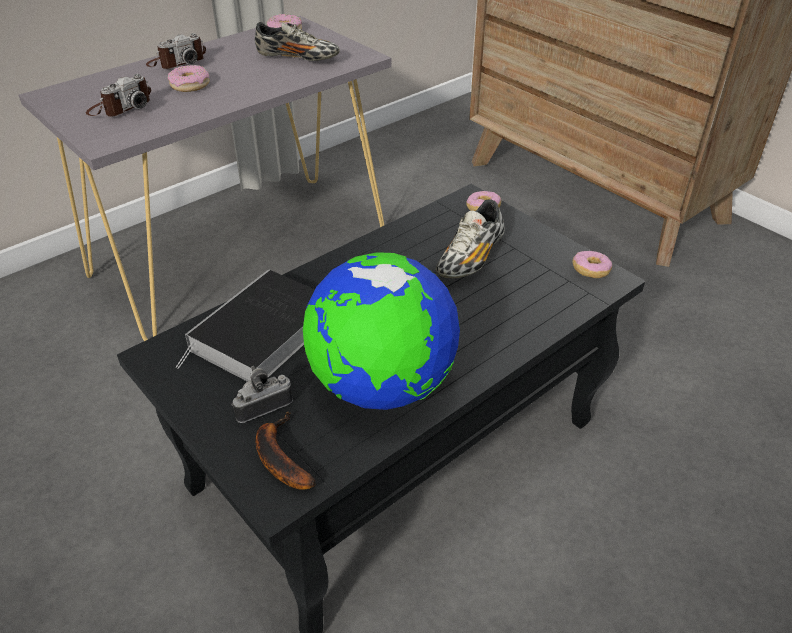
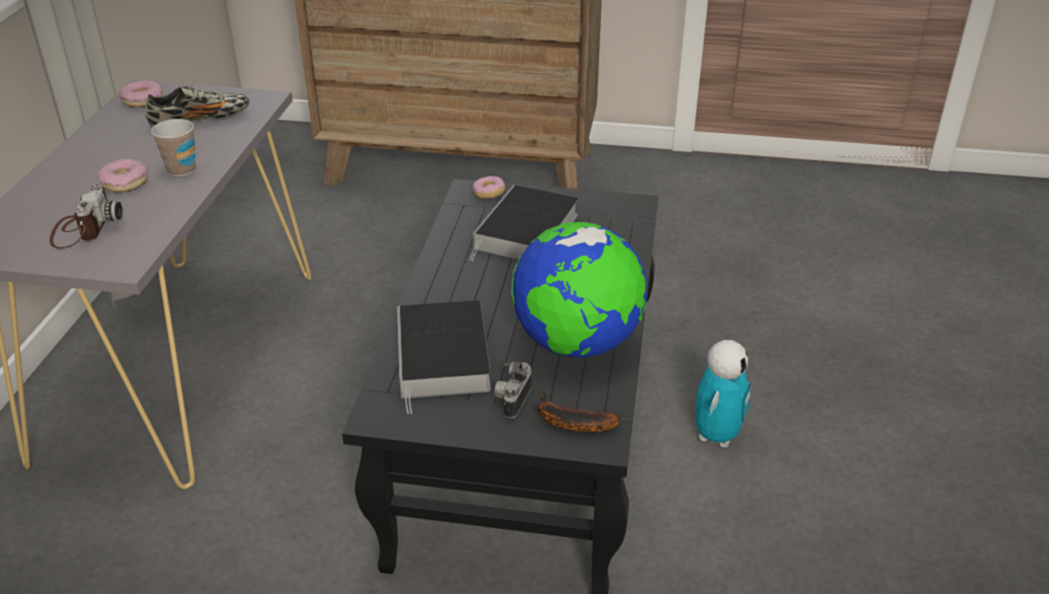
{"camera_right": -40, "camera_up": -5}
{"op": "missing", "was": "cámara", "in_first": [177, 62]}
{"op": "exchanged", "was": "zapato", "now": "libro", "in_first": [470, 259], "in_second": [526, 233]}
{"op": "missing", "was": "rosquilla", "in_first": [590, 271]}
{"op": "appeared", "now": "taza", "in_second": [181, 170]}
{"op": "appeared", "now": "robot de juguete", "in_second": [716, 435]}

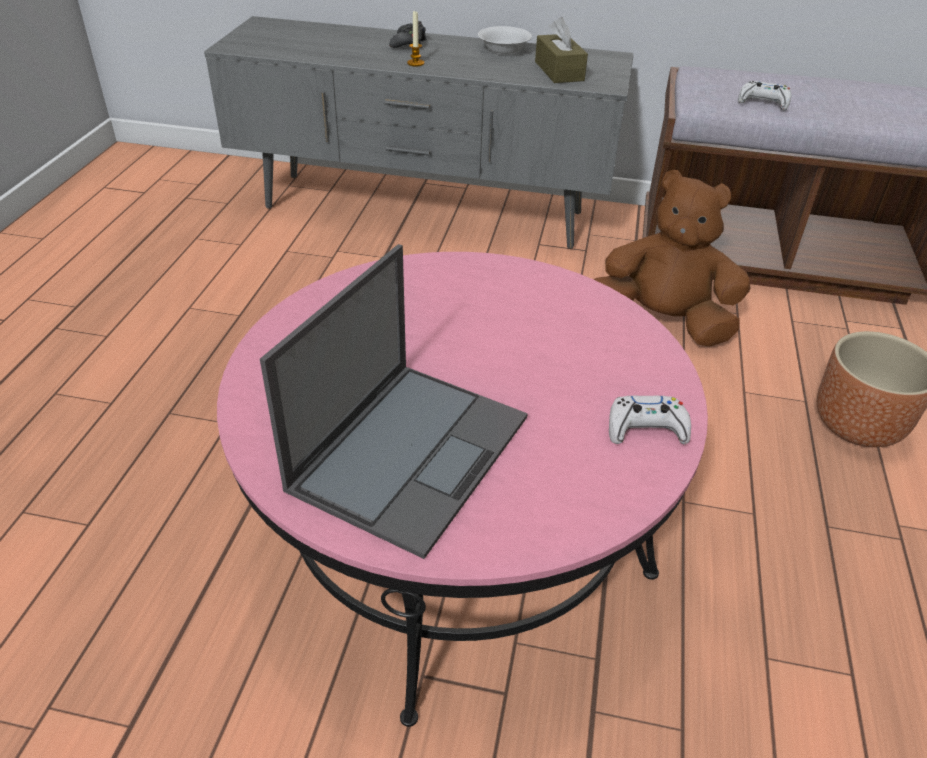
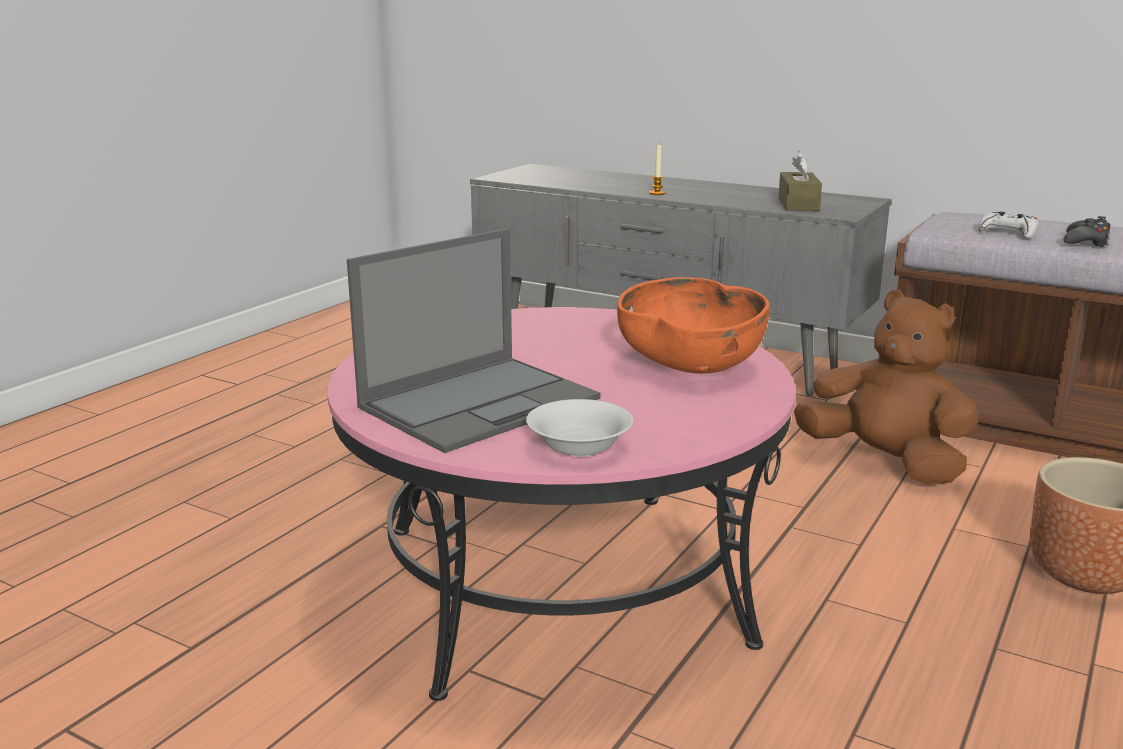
{"camera_right": 20, "camera_up": -20}
{"op": "relocated", "was": "mando de consola/negro", "in_first": [408, 44], "in_second": [1086, 242]}
{"op": "relocated", "was": "cuenco/blanco", "in_first": [503, 50], "in_second": [578, 447]}
{"op": "missing", "was": "mando de consola/blanco", "in_first": [646, 428]}
{"op": "appeared", "now": "cuenco/naranja", "in_second": [691, 364]}

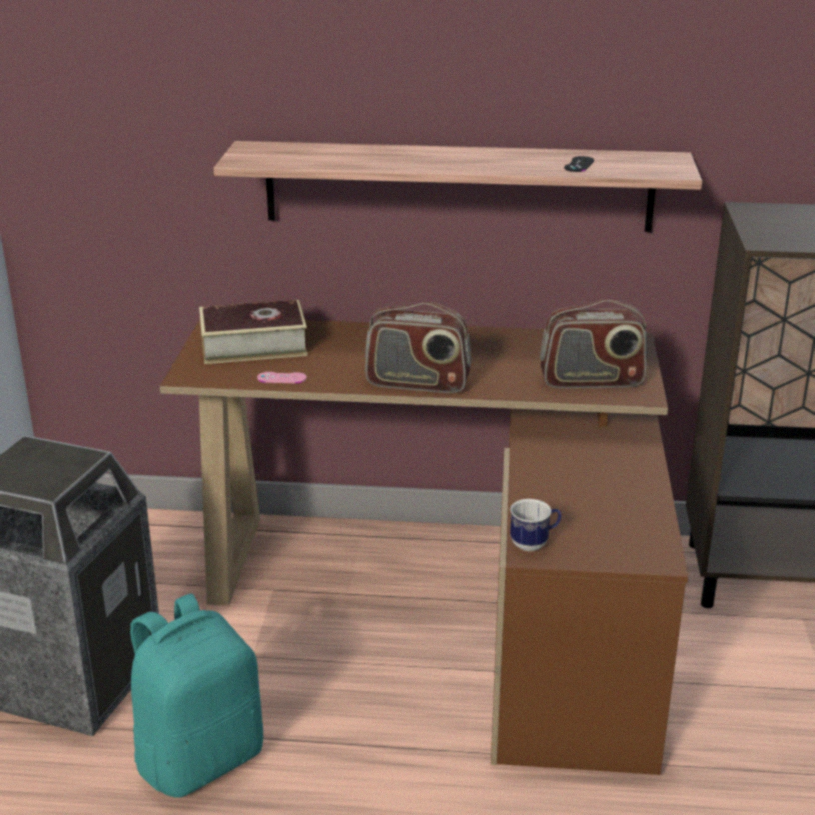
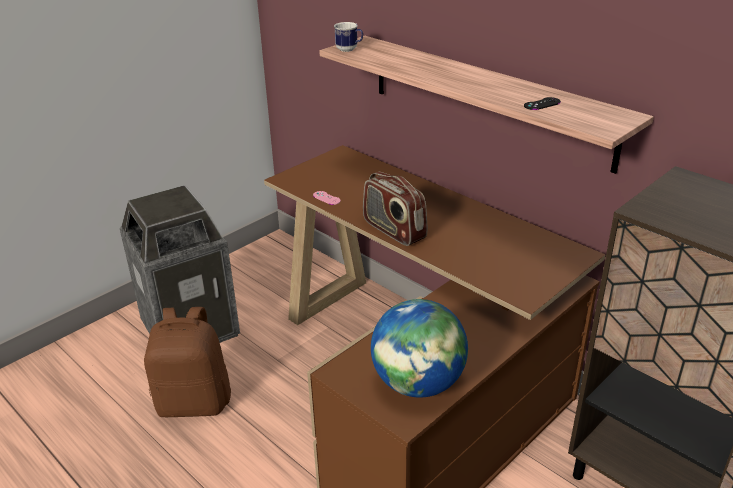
{"camera_right": 40, "camera_up": 5}
{"op": "missing", "was": "radio", "in_first": [591, 381]}
{"op": "missing", "was": "libro", "in_first": [253, 345]}
{"op": "relocated", "was": "taza grande", "in_first": [534, 544], "in_second": [349, 50]}
{"op": "colour", "was": "mochila/turquesa", "now": "mochila/marrón", "in_first": [200, 758], "in_second": [195, 401]}
{"op": "appeared", "now": "globo terráqueo", "in_second": [418, 383]}

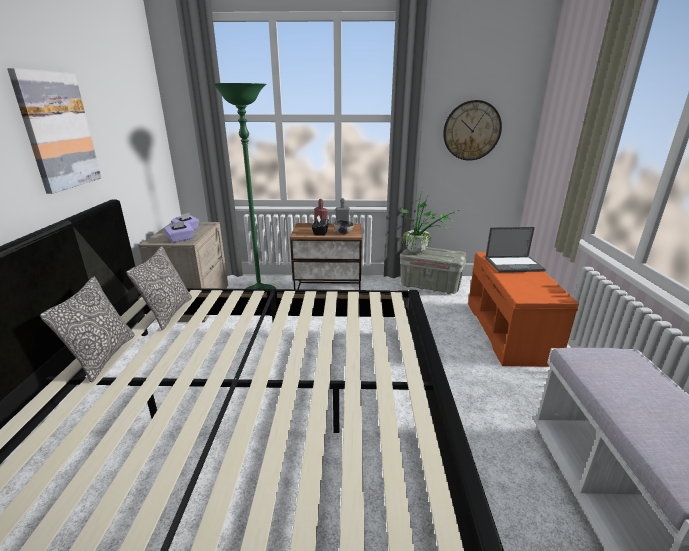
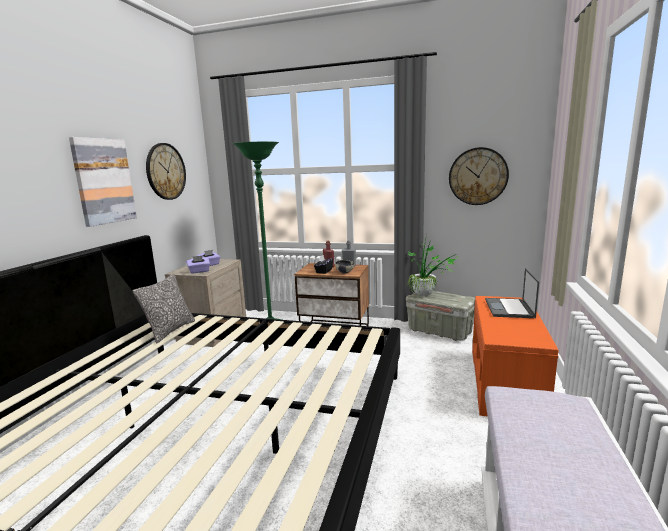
{"camera_right": 15, "camera_up": -10}
{"op": "spun", "was": "portátil", "in_first": [514, 264], "in_second": [509, 308], "clockwise": 90}
{"op": "missing", "was": "cojín", "in_first": [103, 357]}
{"op": "appeared", "now": "reloj de pared", "in_second": [165, 171]}

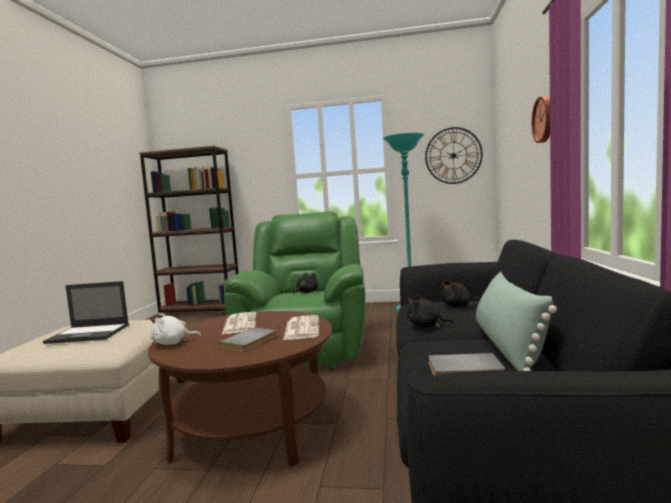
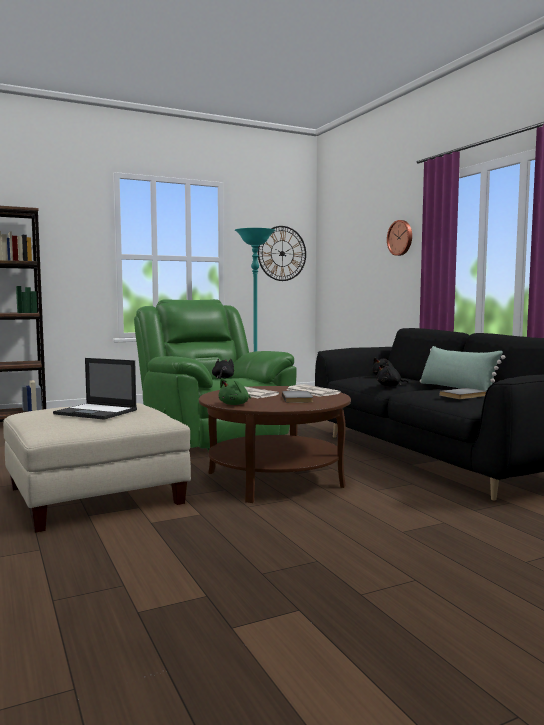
{"camera_right": -35, "camera_up": 0}
{"op": "spun", "was": "portátil", "in_first": [89, 334], "in_second": [97, 412], "clockwise": 60}
{"op": "colour", "was": "peluche/blanco", "now": "peluche/verde", "in_first": [172, 343], "in_second": [235, 404]}

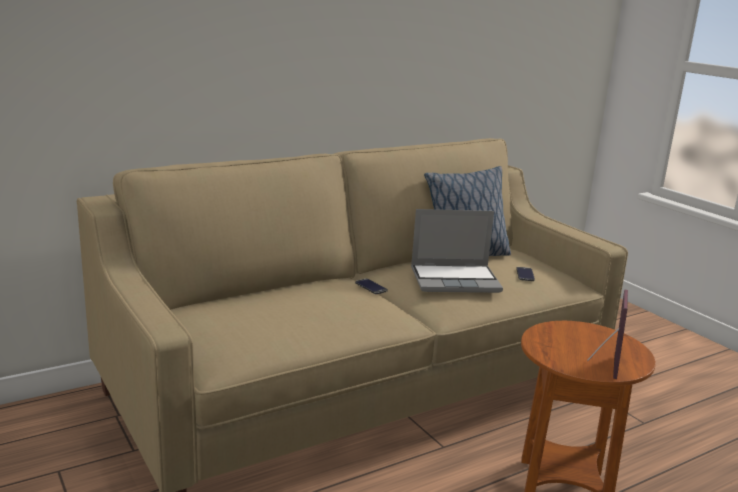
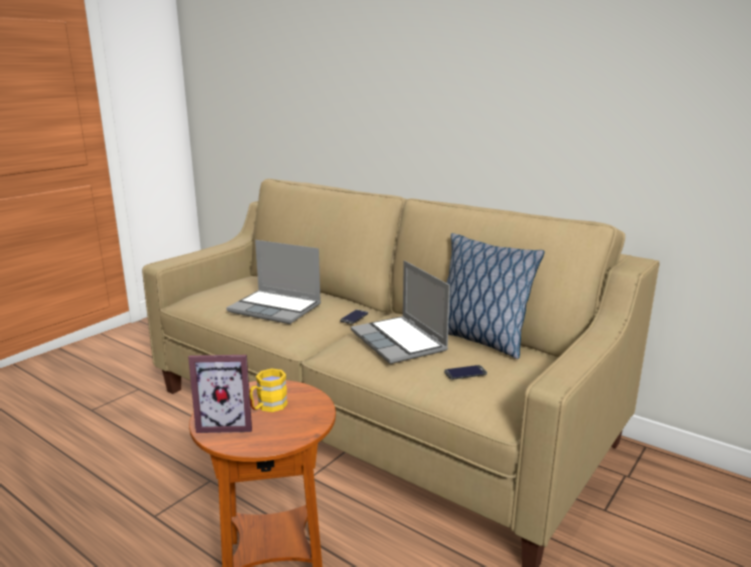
{"camera_right": 70, "camera_up": 0}
{"op": "appeared", "now": "portátil", "in_second": [276, 308]}
{"op": "appeared", "now": "taza grande/amarillo", "in_second": [267, 407]}

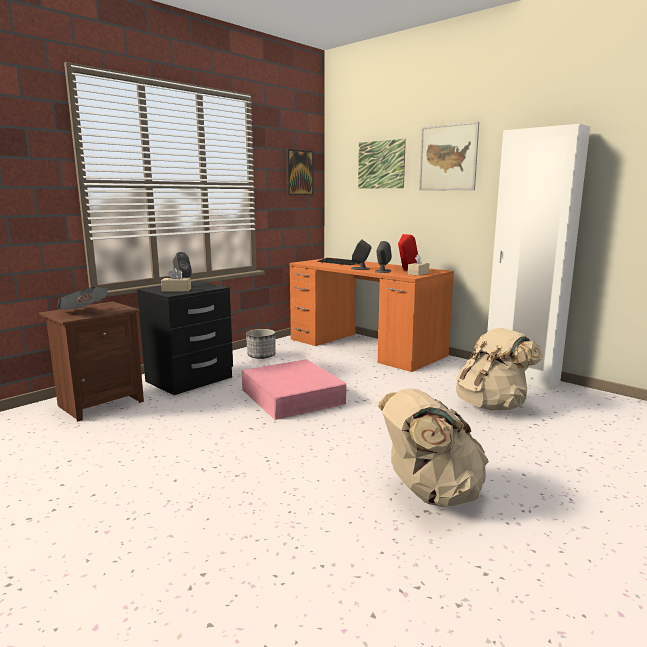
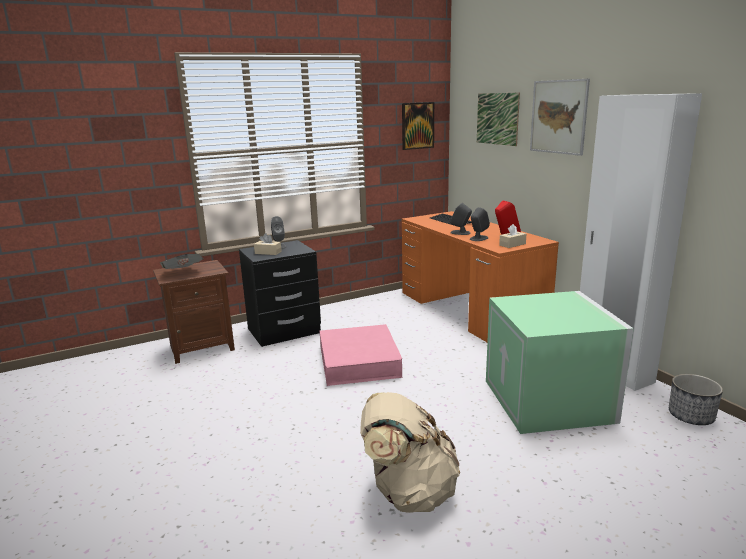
{"camera_right": 20, "camera_up": 5}
{"op": "exchanged", "was": "mochila/beis", "now": "caja de almacenaje/verde", "in_first": [492, 405], "in_second": [550, 401]}
{"op": "relocated", "was": "maceta", "in_first": [261, 356], "in_second": [691, 416]}

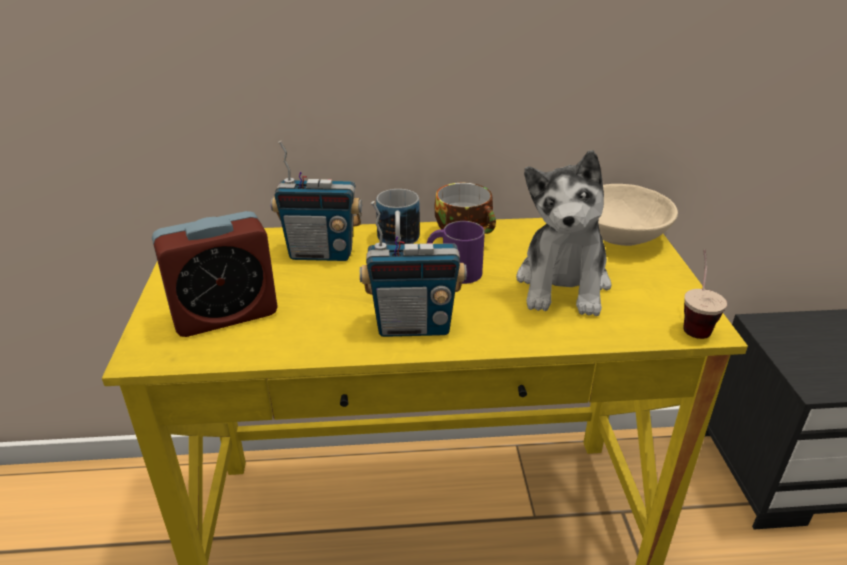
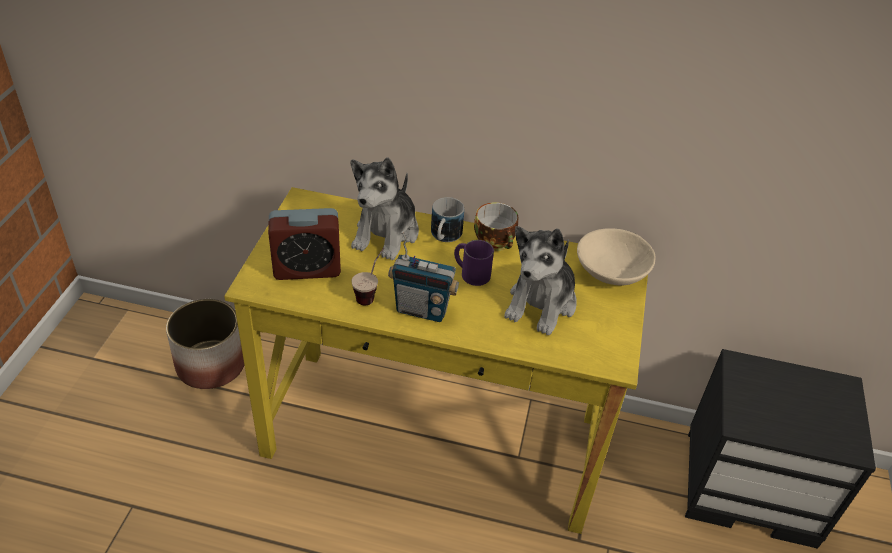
{"camera_right": 15, "camera_up": 10}
{"op": "exchanged", "was": "radio", "now": "peluche", "in_first": [321, 253], "in_second": [386, 233]}
{"op": "relocated", "was": "taza", "in_first": [694, 322], "in_second": [371, 293]}
{"op": "appeared", "now": "maceta", "in_second": [210, 364]}

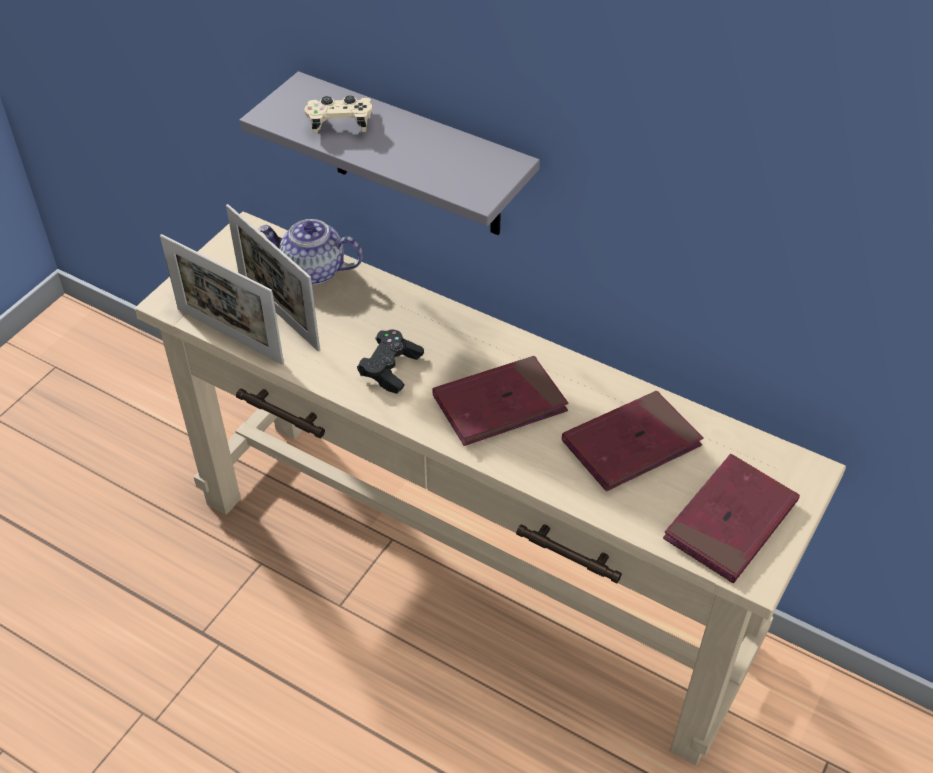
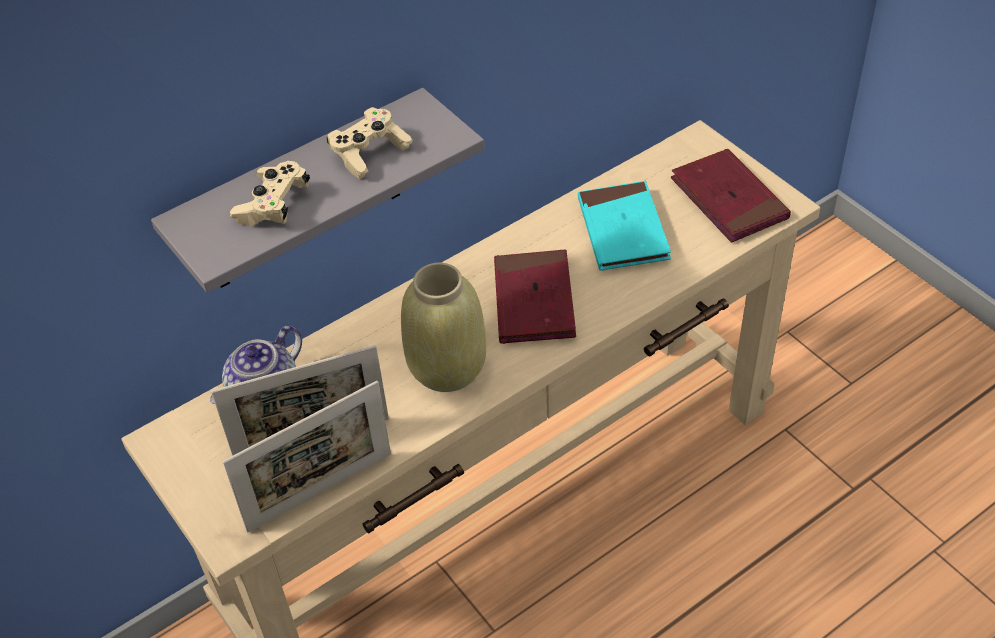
{"camera_right": -65, "camera_up": 0}
{"op": "exchanged", "was": "mando de consola/negro", "now": "florero/beis", "in_first": [391, 369], "in_second": [446, 367]}
{"op": "colour", "was": "libro/rojo", "now": "libro/turquesa", "in_first": [631, 444], "in_second": [622, 230]}
{"op": "appeared", "now": "mando de consola/beis", "in_second": [369, 153]}

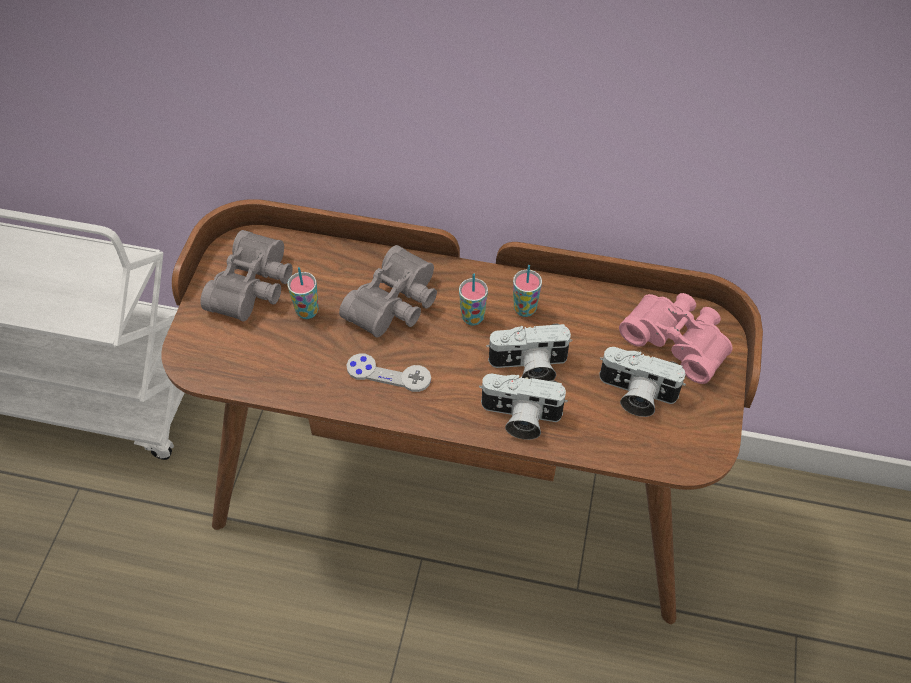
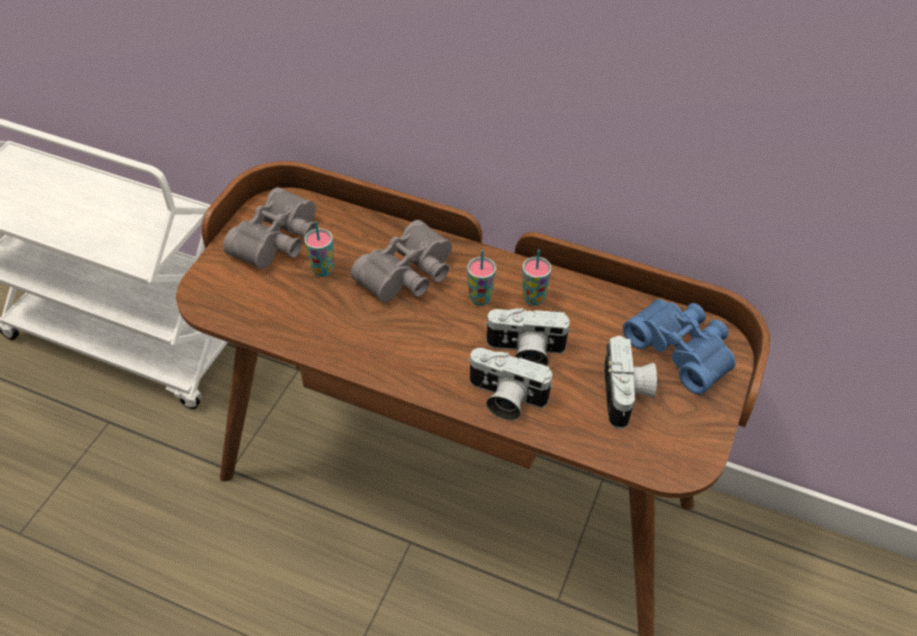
{"camera_right": 10, "camera_up": -5}
{"op": "colour", "was": "prismáticos/rosa", "now": "prismáticos/azul", "in_first": [678, 340], "in_second": [682, 350]}
{"op": "spun", "was": "cámara", "in_first": [635, 395], "in_second": [627, 395], "clockwise": -120}
{"op": "missing", "was": "mando de consola/gris", "in_first": [388, 374]}

